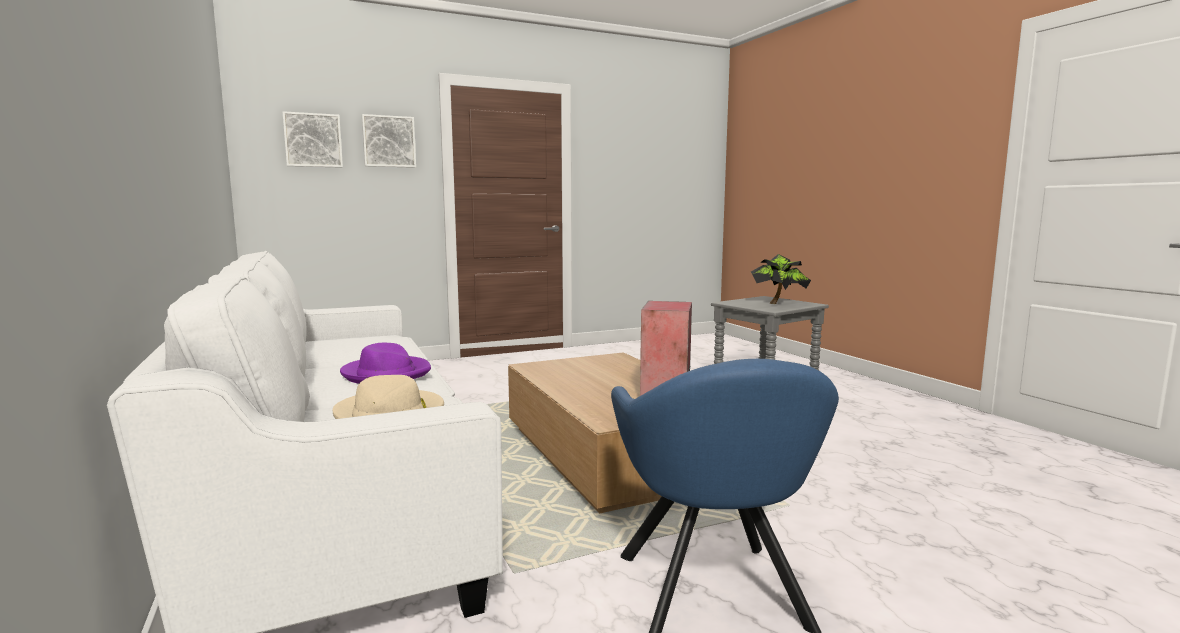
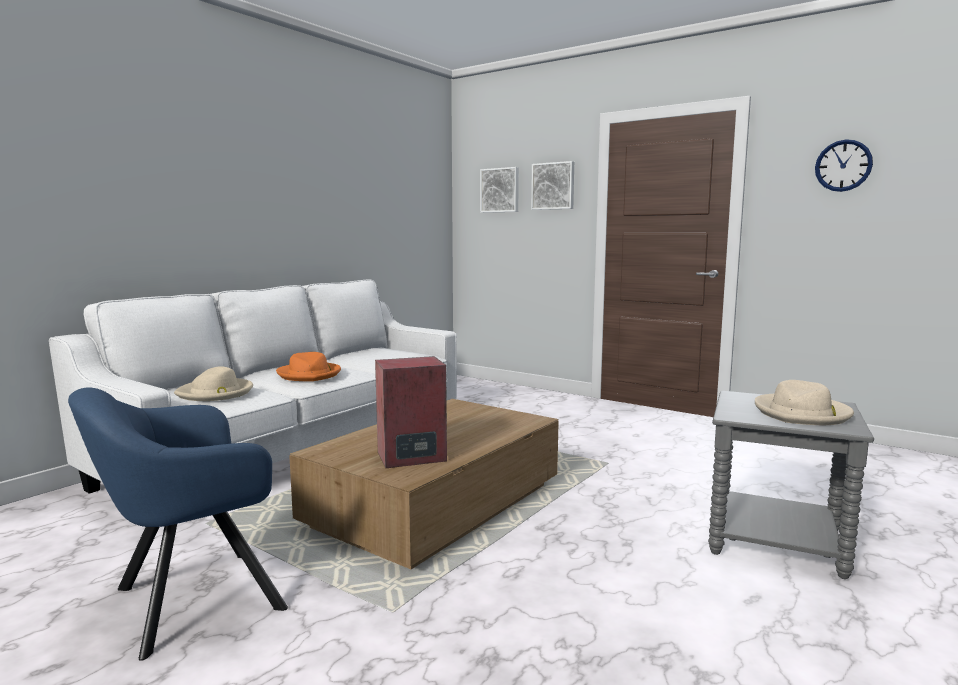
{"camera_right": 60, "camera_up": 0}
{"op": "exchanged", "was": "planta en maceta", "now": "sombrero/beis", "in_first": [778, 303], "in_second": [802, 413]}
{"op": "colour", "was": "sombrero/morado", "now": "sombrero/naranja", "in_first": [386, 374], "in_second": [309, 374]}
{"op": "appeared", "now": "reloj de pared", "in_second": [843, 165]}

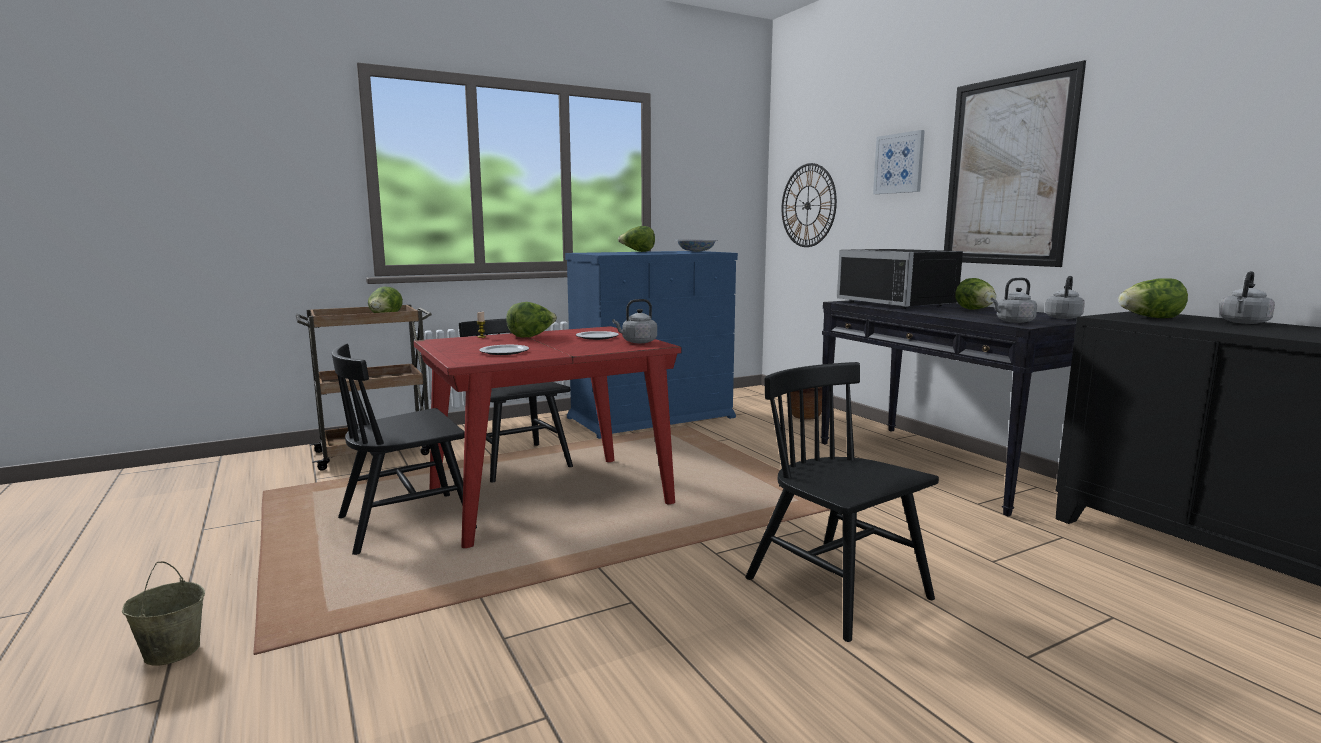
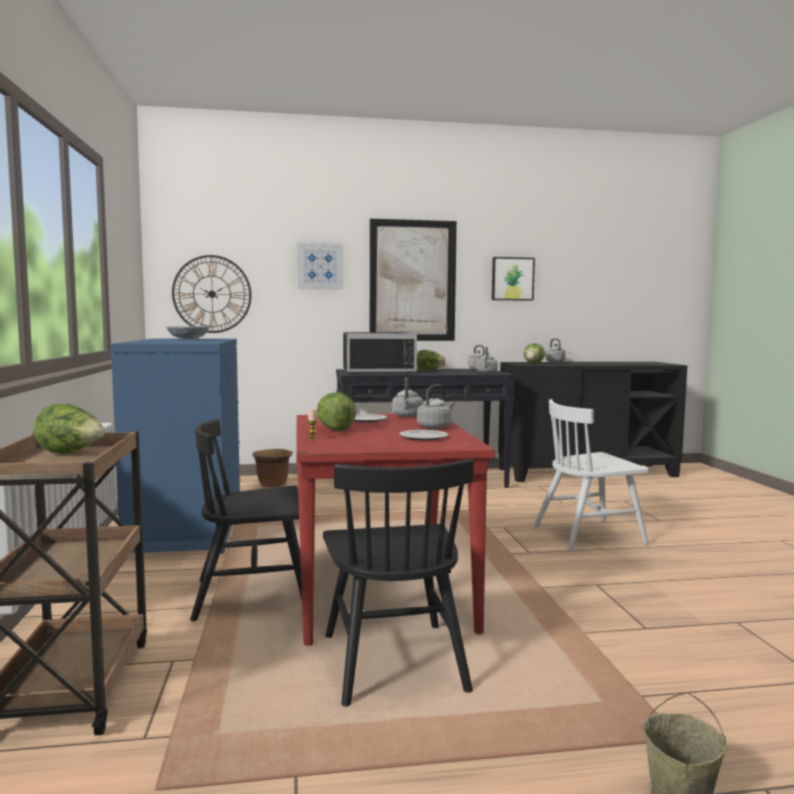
{"camera_right": -70, "camera_up": -5}
{"op": "missing", "was": "lechuga", "in_first": [638, 251]}
{"op": "colour", "was": "silla/negro", "now": "silla/blanco", "in_first": [837, 589], "in_second": [588, 535]}
{"op": "appeared", "now": "cuadro", "in_second": [512, 279]}
{"op": "appeared", "now": "hervidor/gris", "in_second": [435, 427]}

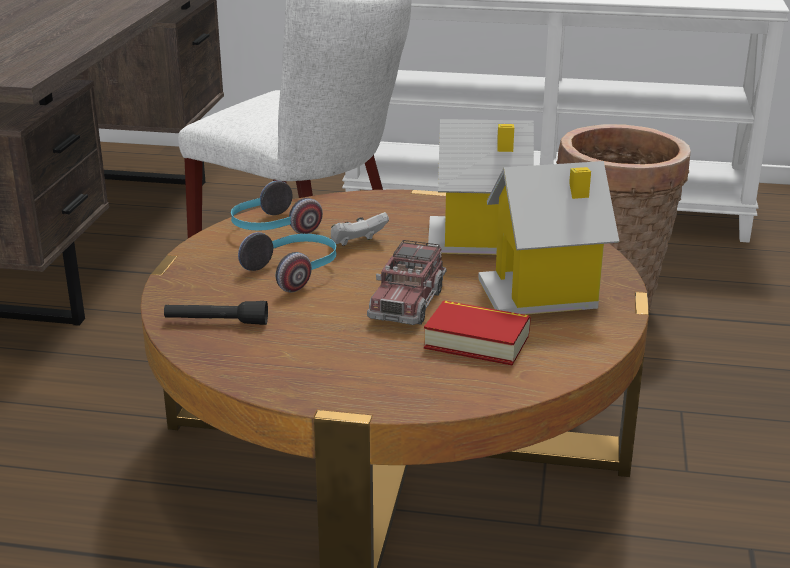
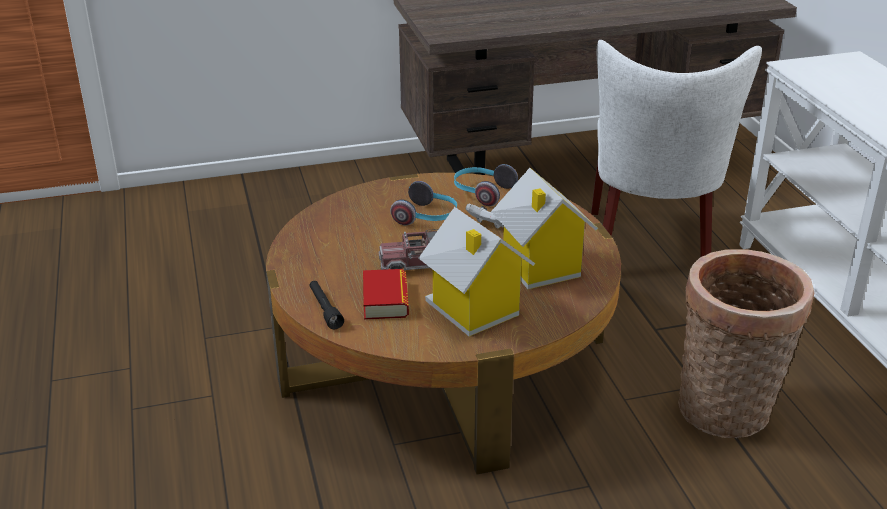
{"camera_right": 65, "camera_up": 5}
{"op": "relocated", "was": "linterna/negro", "in_first": [216, 322], "in_second": [325, 309]}

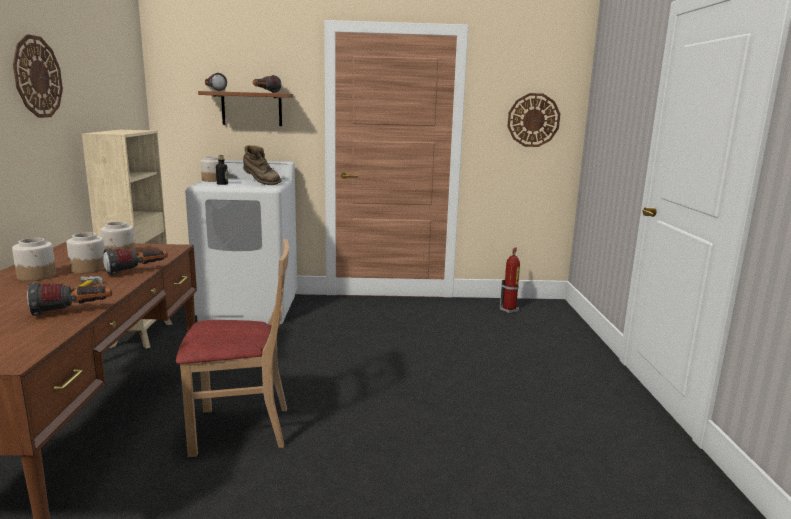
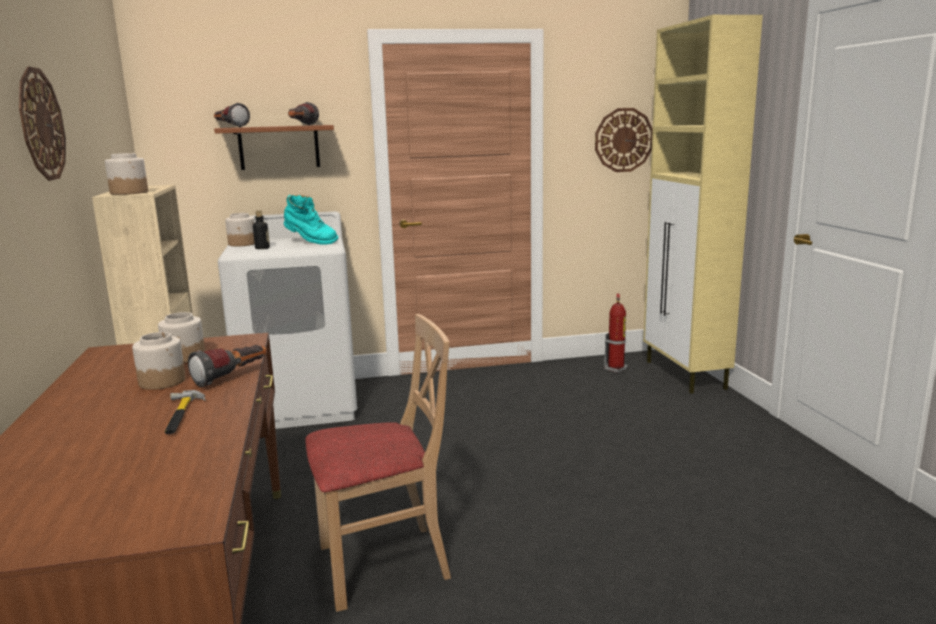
{"camera_right": -10, "camera_up": 0}
{"op": "colour", "was": "bota/marrón", "now": "bota/turquesa", "in_first": [261, 183], "in_second": [310, 243]}
{"op": "relocated", "was": "tarro", "in_first": [37, 276], "in_second": [129, 193]}
{"op": "missing", "was": "linterna", "in_first": [73, 311]}
{"op": "appeared", "now": "armario/beis", "in_second": [685, 375]}

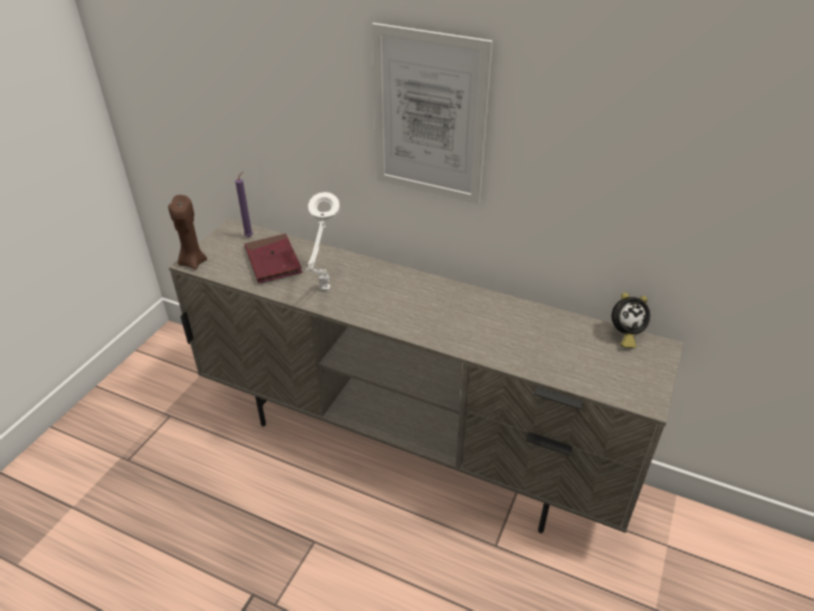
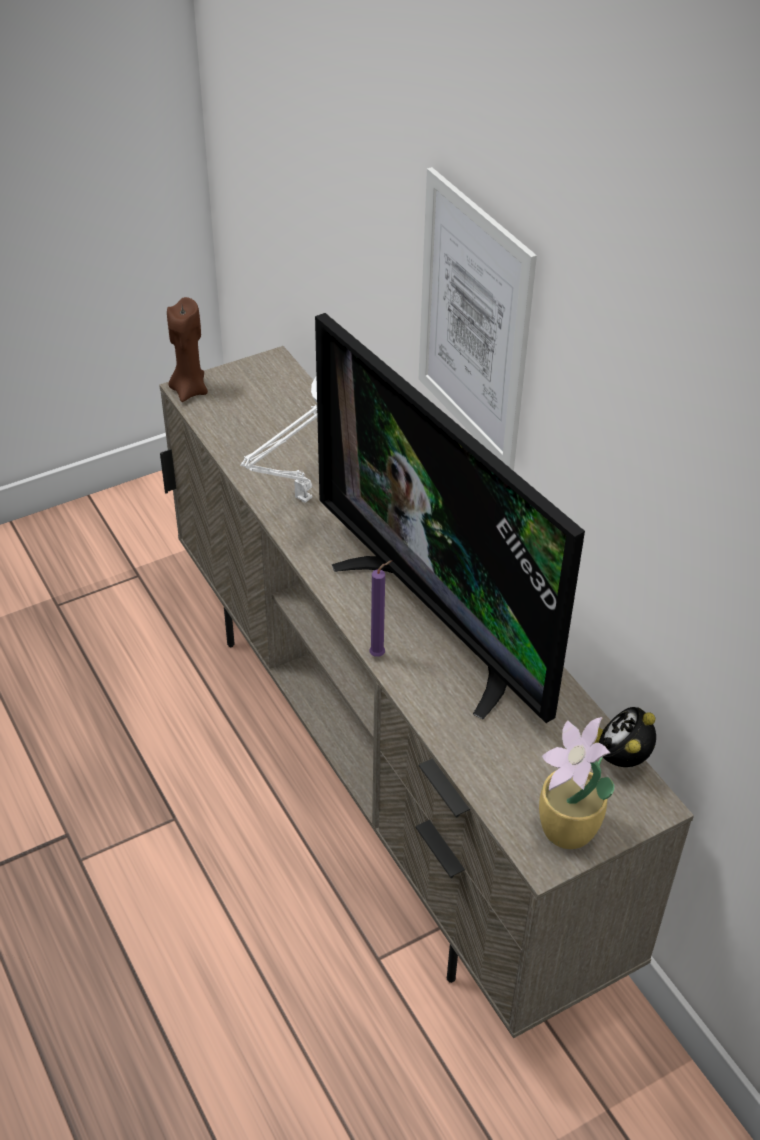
{"camera_right": 35, "camera_up": 5}
{"op": "relocated", "was": "vela/morado", "in_first": [250, 236], "in_second": [379, 654]}
{"op": "missing", "was": "libro/rojo", "in_first": [273, 261]}
{"op": "spun", "was": "despertador", "in_first": [624, 335], "in_second": [619, 759], "clockwise": 90}
{"op": "appeared", "now": "televisor", "in_second": [440, 620]}
{"op": "appeared", "now": "planta en maceta", "in_second": [567, 832]}

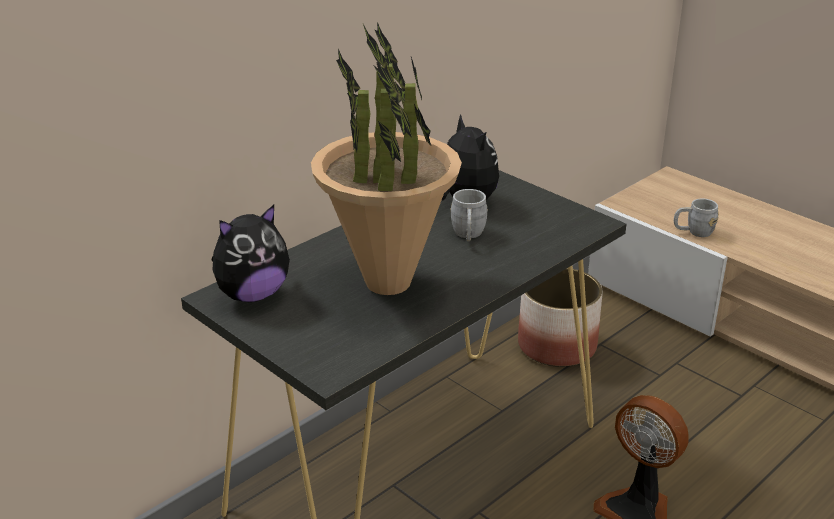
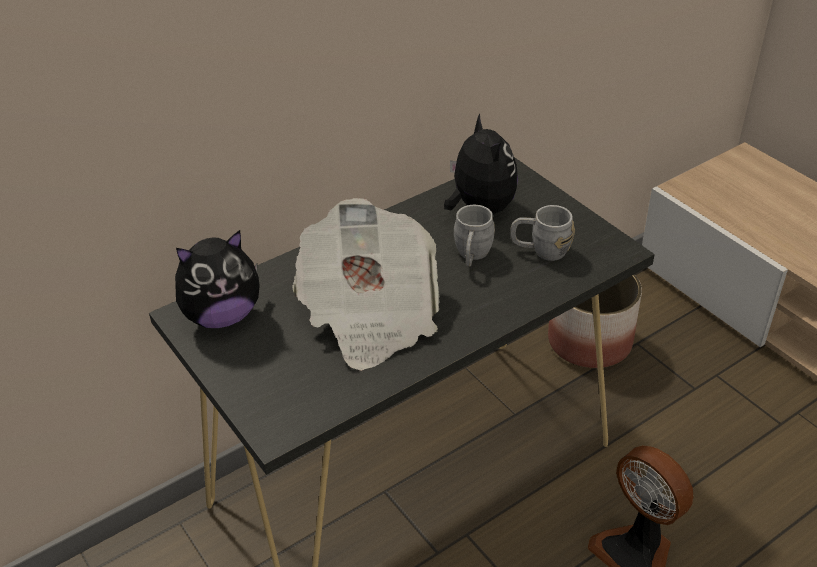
{"camera_right": 10, "camera_up": 10}
{"op": "exchanged", "was": "planta en maceta", "now": "periódico", "in_first": [389, 283], "in_second": [369, 314]}
{"op": "relocated", "was": "taza grande/gris", "in_first": [693, 232], "in_second": [540, 250]}

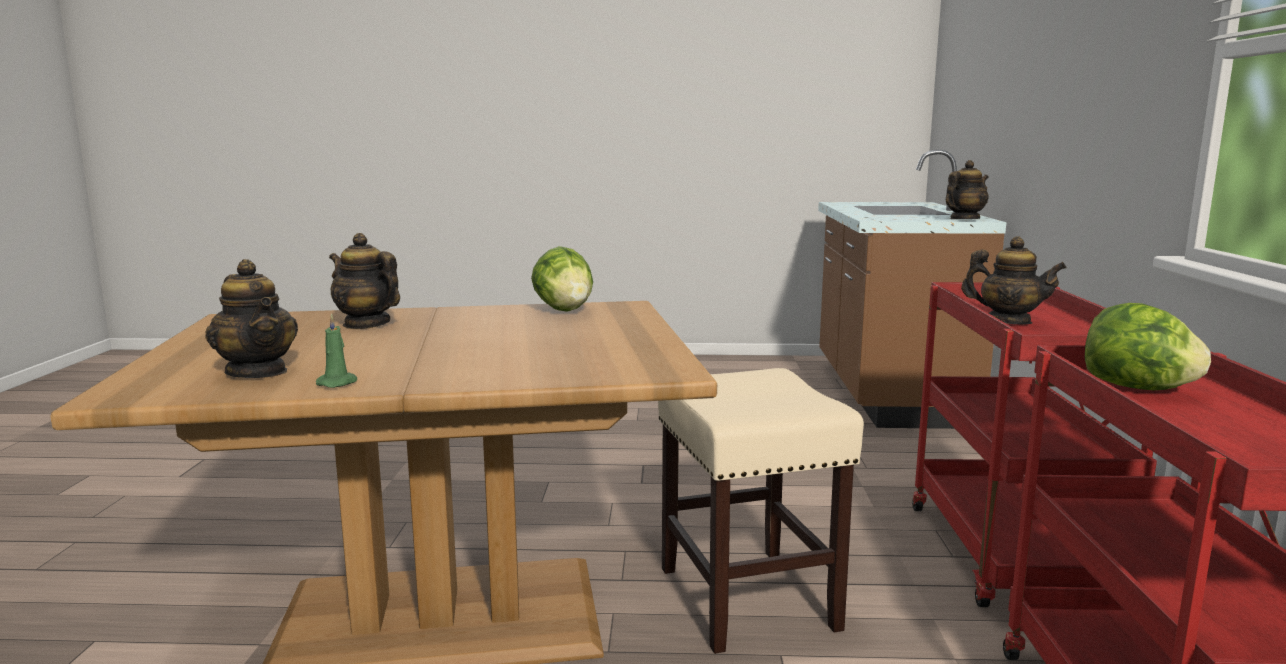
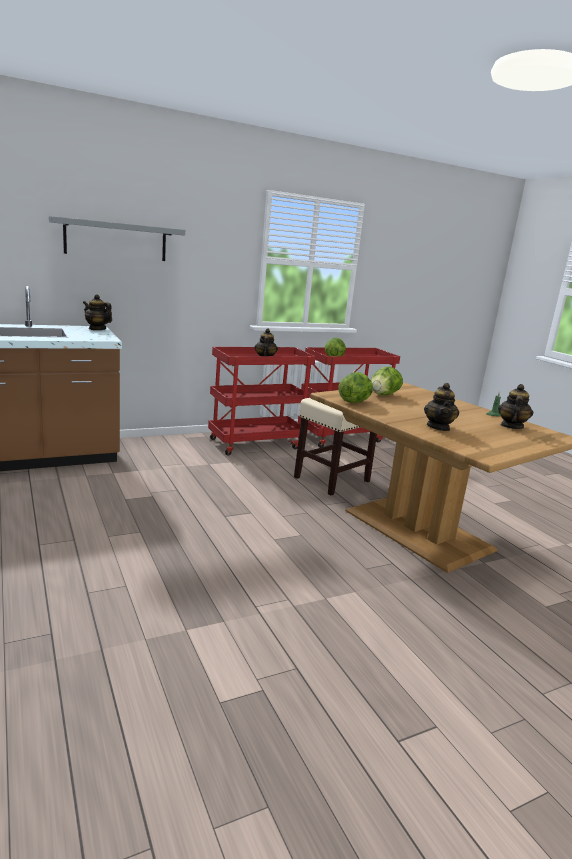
{"camera_right": -120, "camera_up": 5}
{"op": "appeared", "now": "estante/gris", "in_second": [116, 240]}
{"op": "appeared", "now": "lechuga", "in_second": [383, 395]}

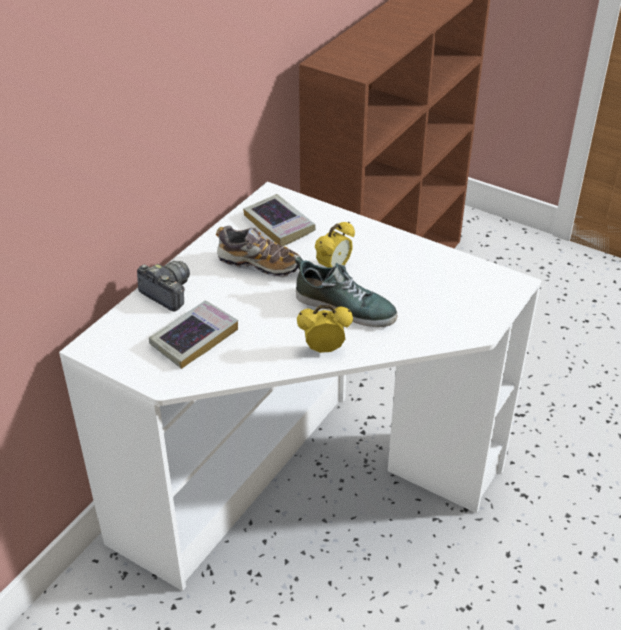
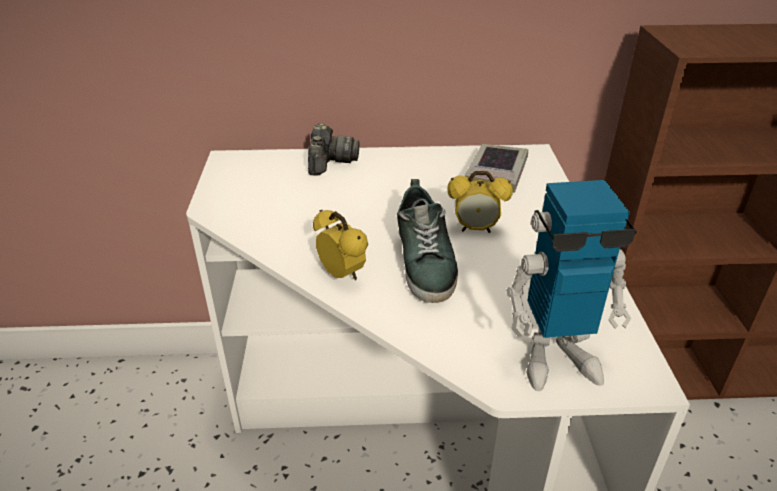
{"camera_right": 55, "camera_up": -5}
{"op": "missing", "was": "zapato", "in_first": [259, 264]}
{"op": "missing", "was": "libro", "in_first": [194, 338]}
{"op": "appeared", "now": "robot de juguete", "in_second": [556, 358]}

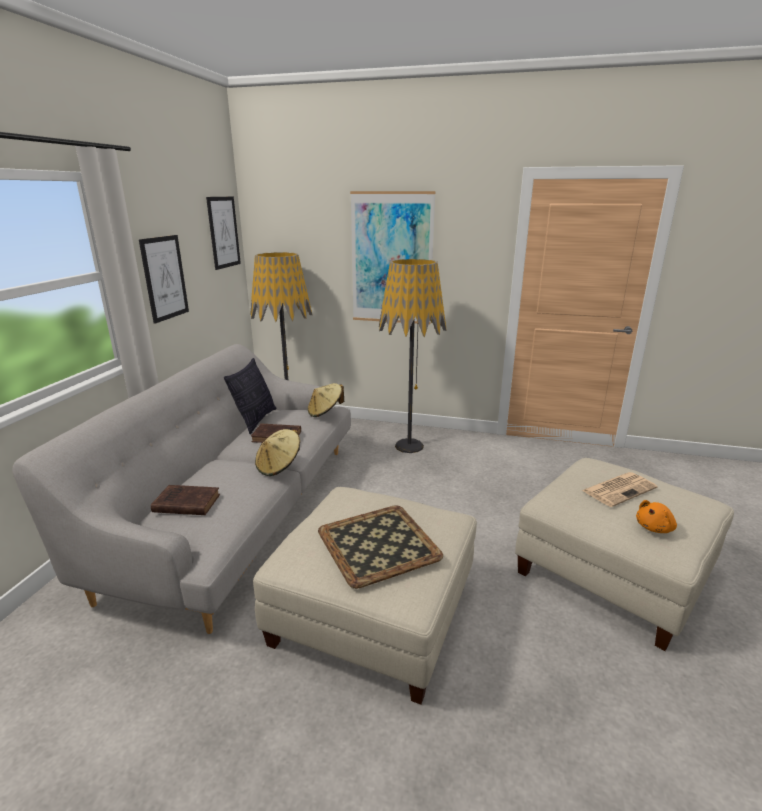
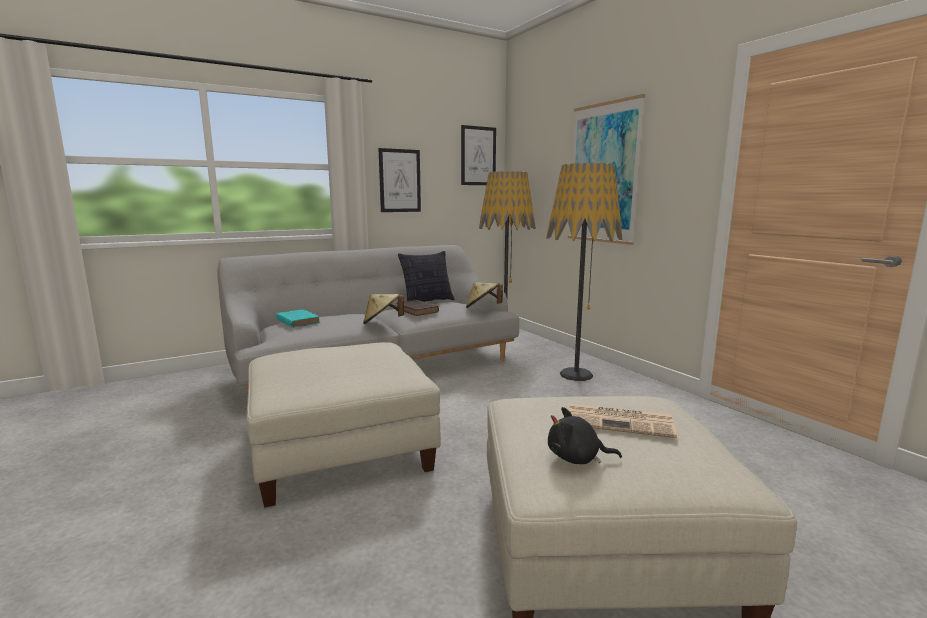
{"camera_right": 45, "camera_up": -10}
{"op": "colour", "was": "libro/marrón", "now": "libro/turquesa", "in_first": [185, 503], "in_second": [297, 321]}
{"op": "colour", "was": "peluche/naranja", "now": "peluche/negro", "in_first": [655, 528], "in_second": [577, 458]}
{"op": "missing", "was": "bandeja", "in_first": [379, 544]}

